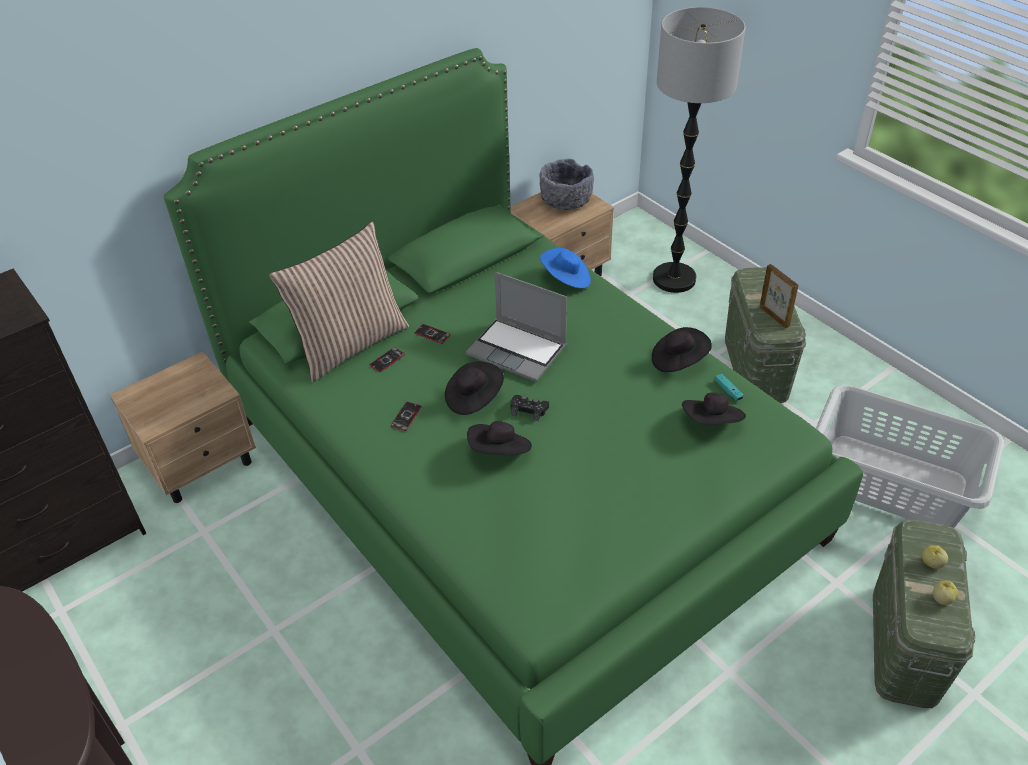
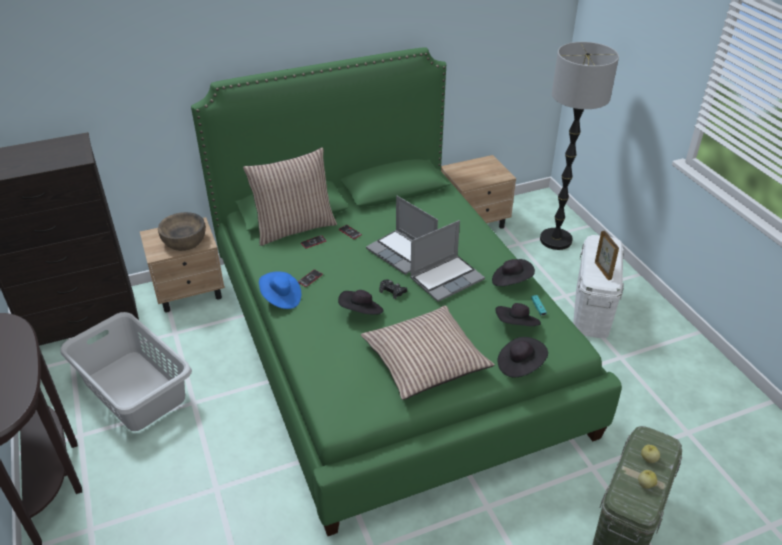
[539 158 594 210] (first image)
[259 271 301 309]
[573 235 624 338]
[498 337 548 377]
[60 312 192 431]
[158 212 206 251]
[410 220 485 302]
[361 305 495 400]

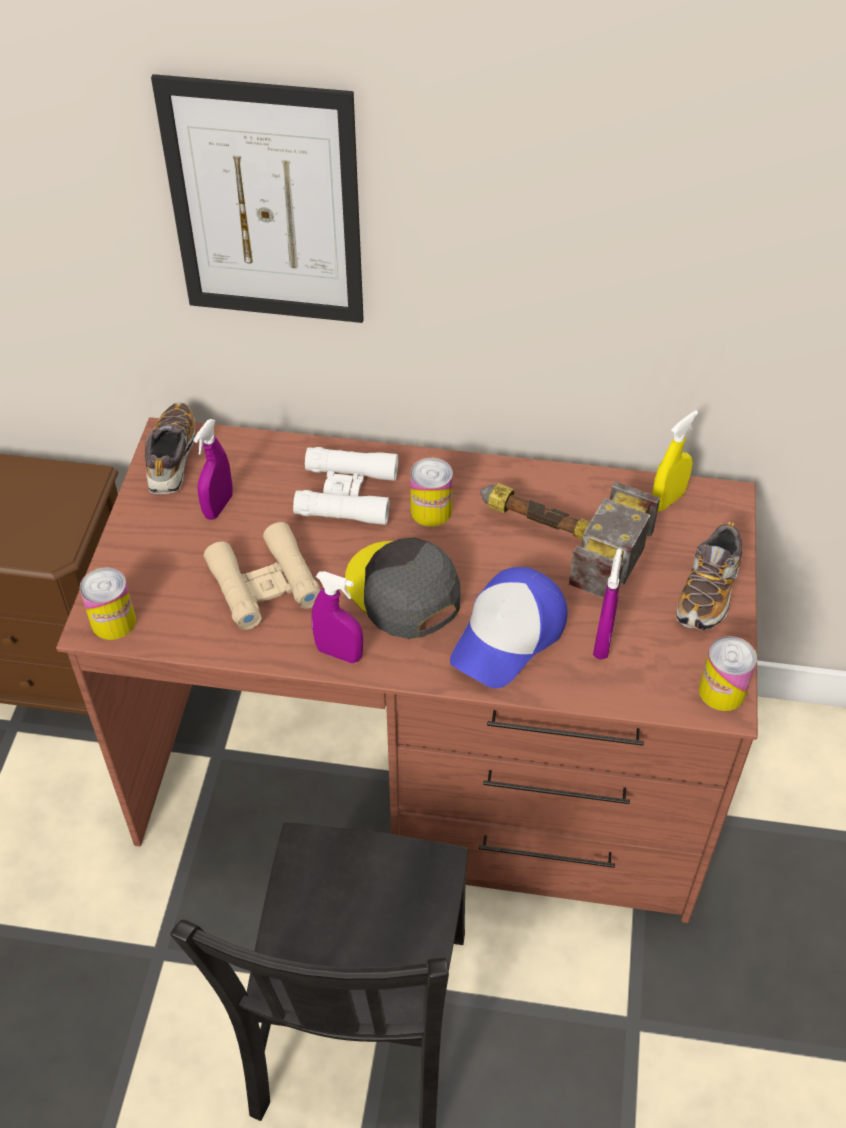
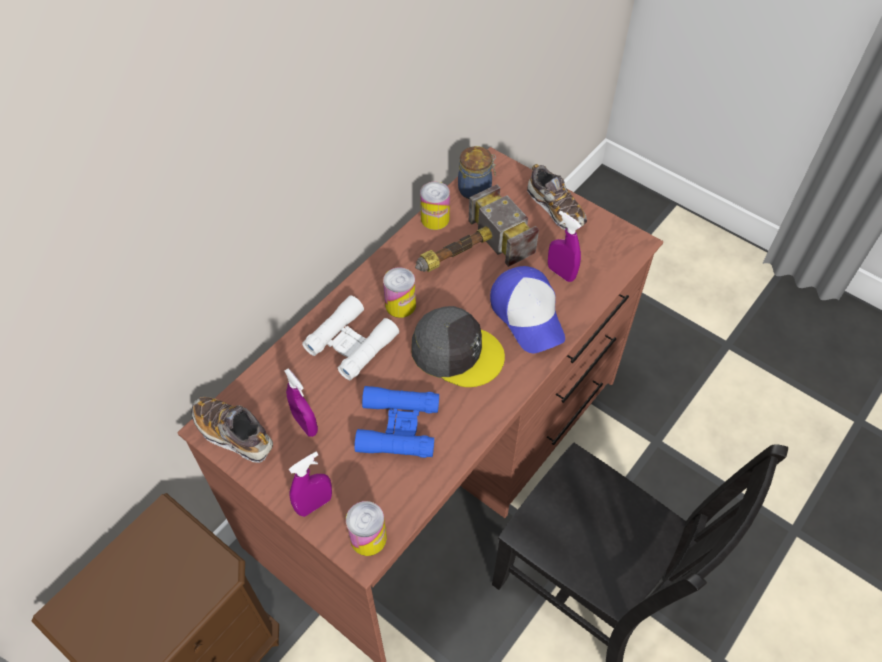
[151 74 364 323] (first image)
[458 146 496 199]
[355 386 439 458]
[411 306 505 387]
[289 452 332 517]
[420 182 450 230]

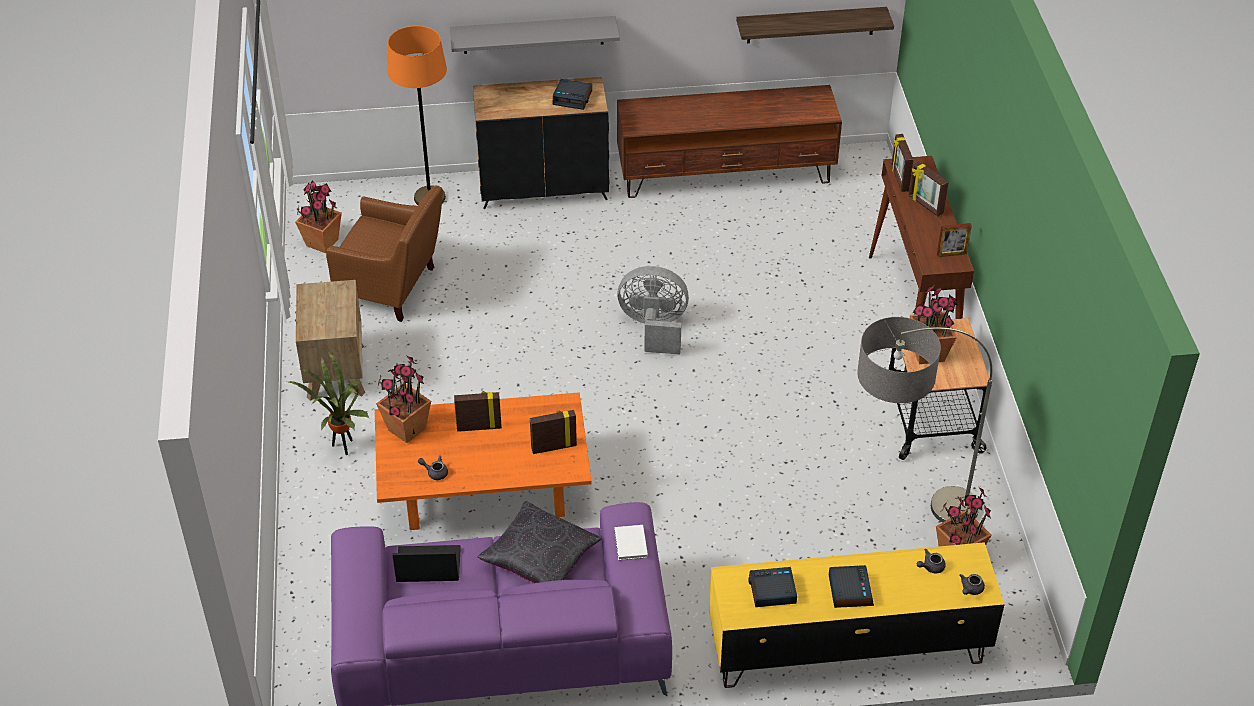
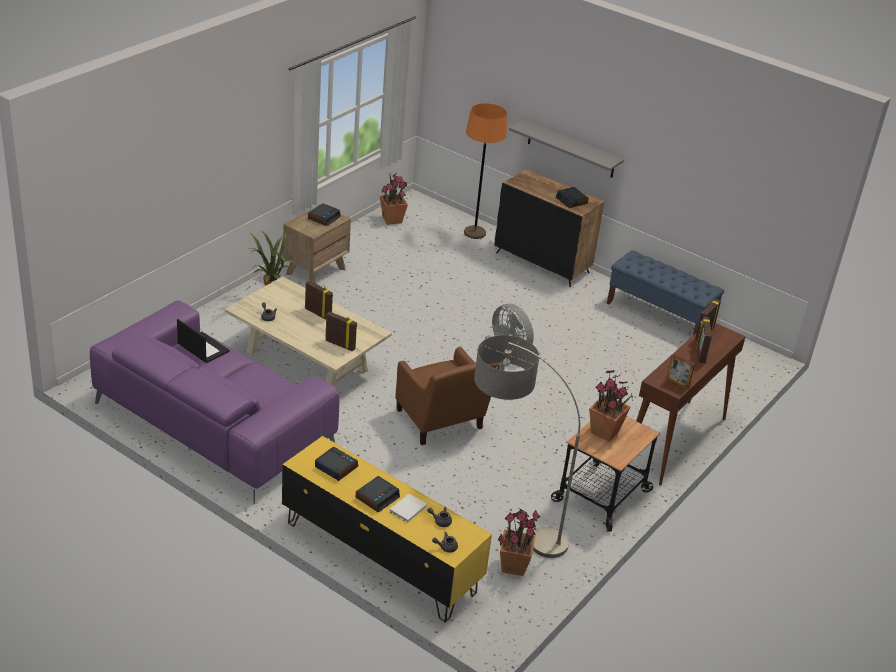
[736 7 894 43] (first image)
[607 250 724 335]
[395 347 500 445]
[376 355 431 443] (first image)
[225 276 392 386]
[478 501 602 583] (first image)
[389 494 427 523]
[308 203 341 226]

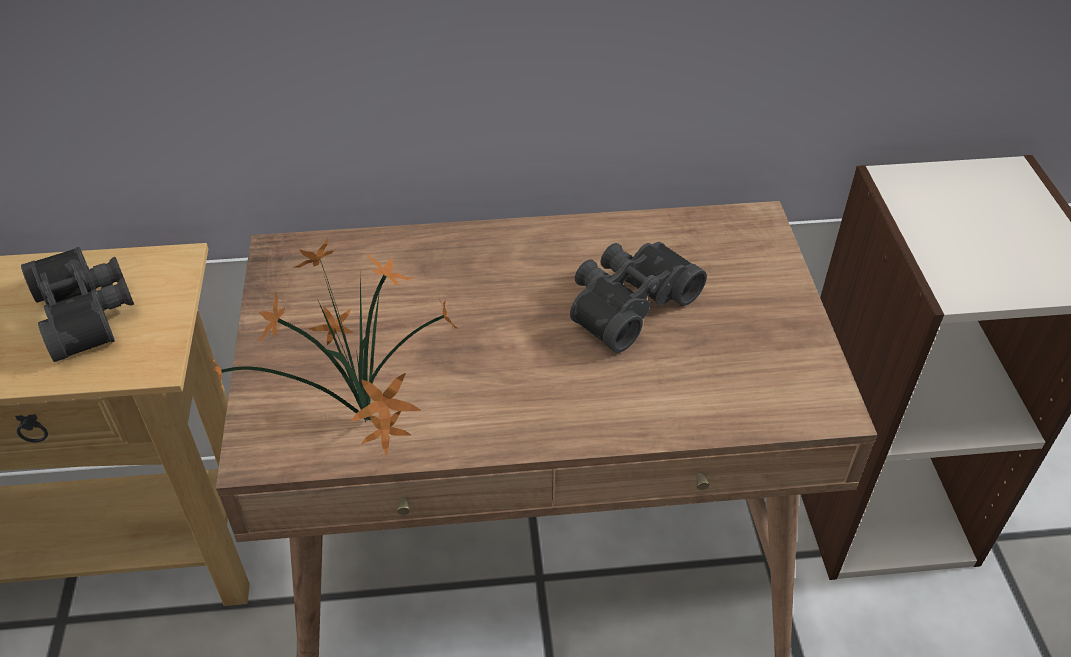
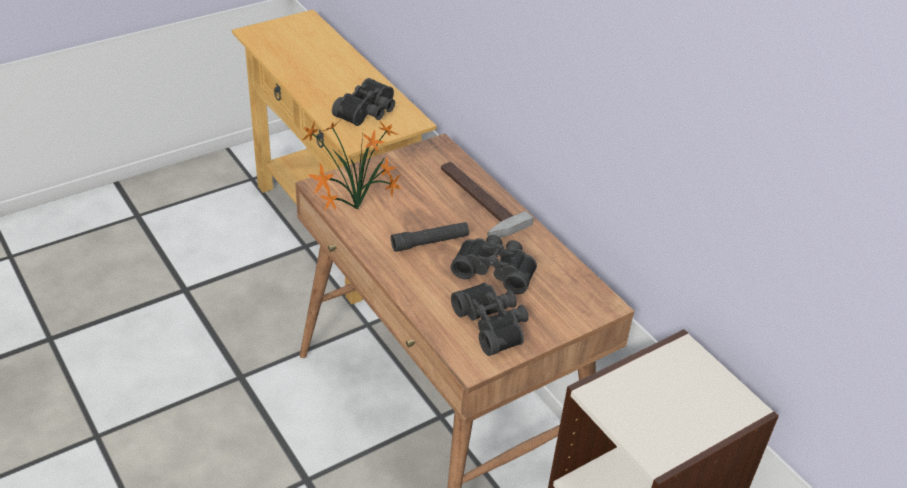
[441 162 534 238]
[391 222 469 252]
[451 283 529 356]

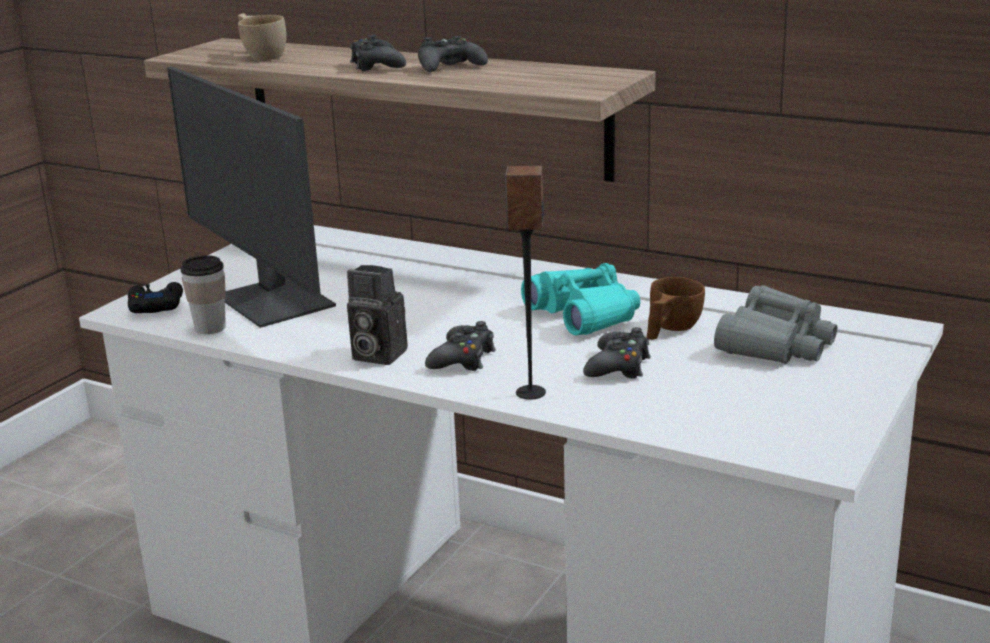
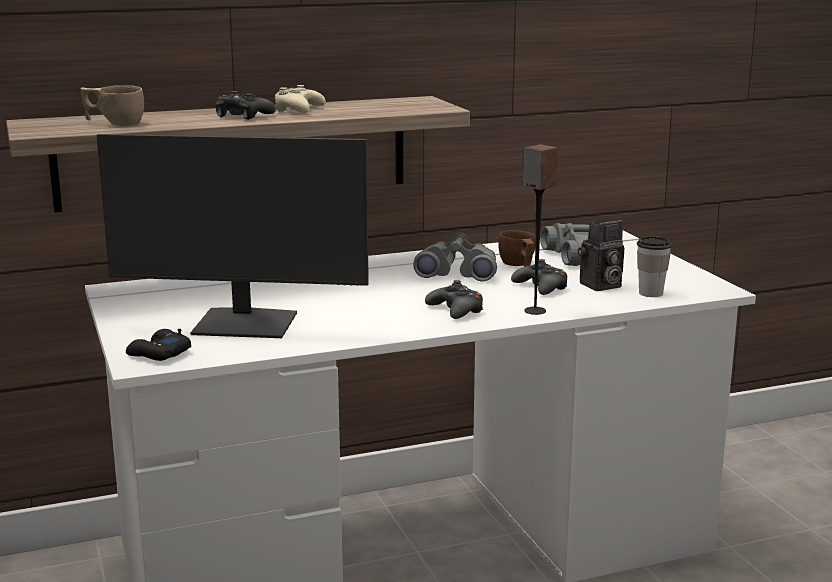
[275 85 326 113]
[637 236 672 297]
[413 233 497 282]
[578 218 624 291]

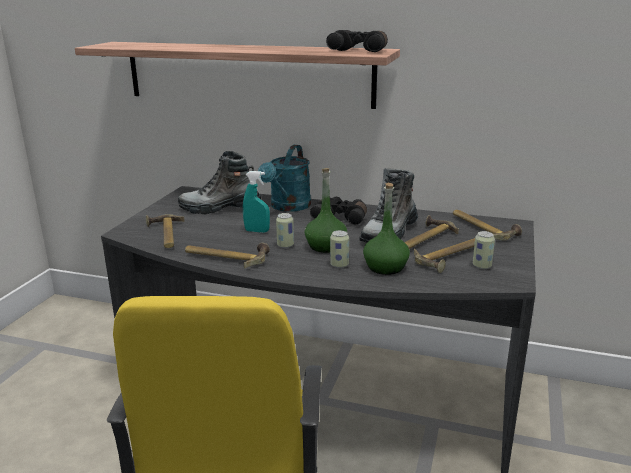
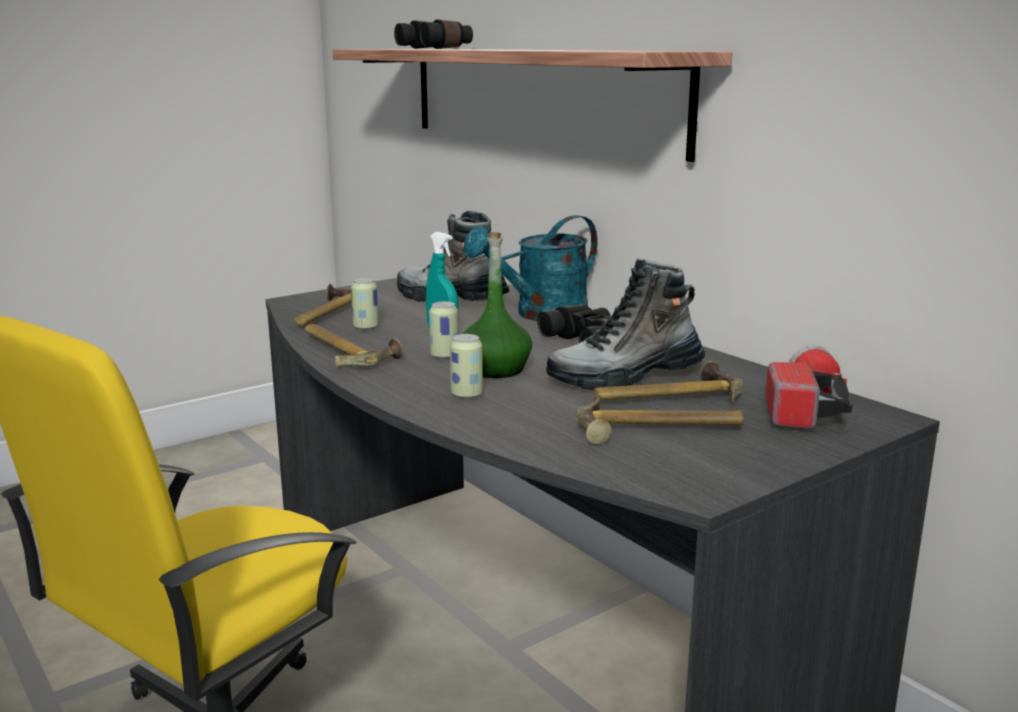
[394 19 473 49]
[363 183 410 275] (first image)
[765 345 853 430]
[351 278 379 330]

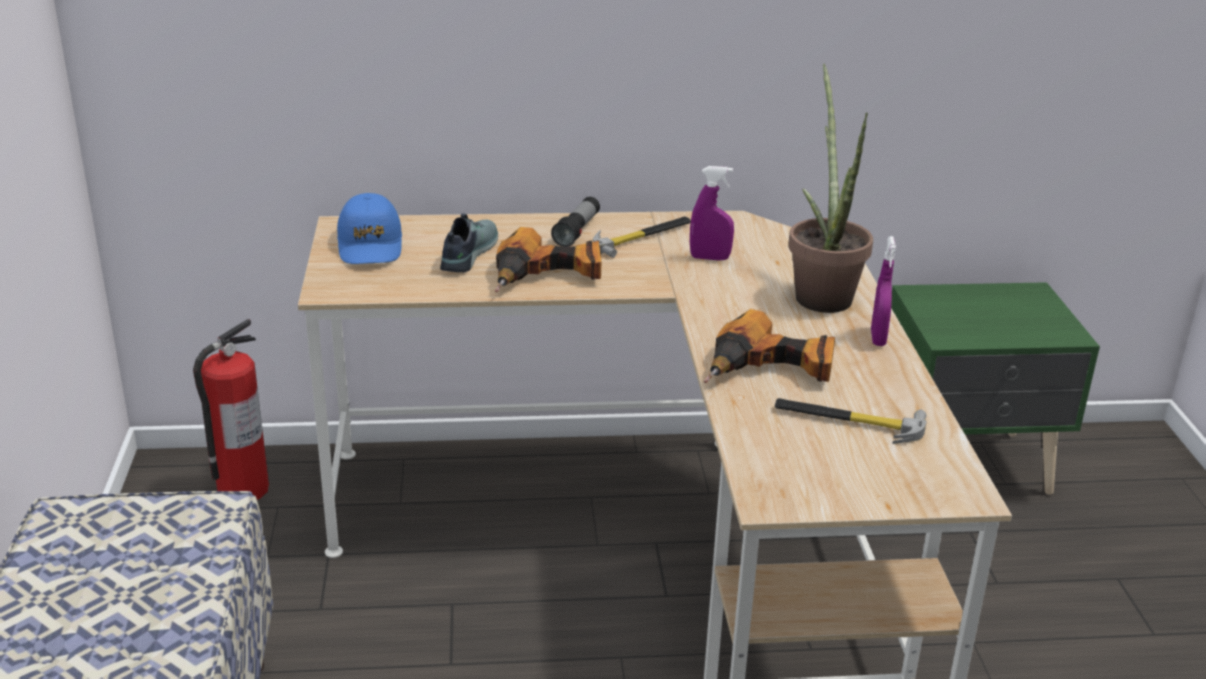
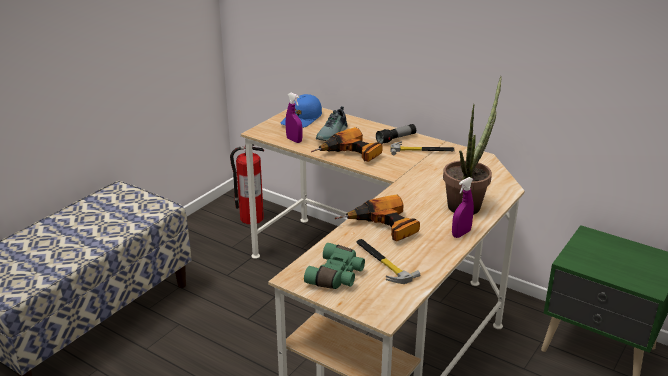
[286 93 302 143]
[316 106 348 141]
[304 243 365 289]

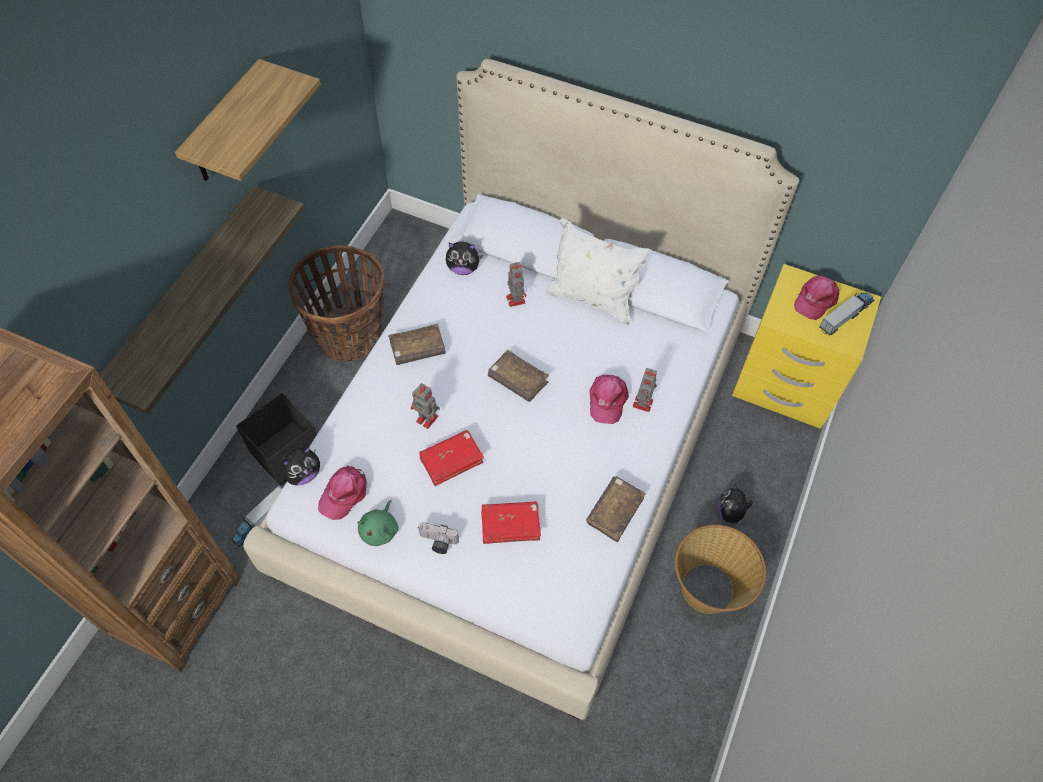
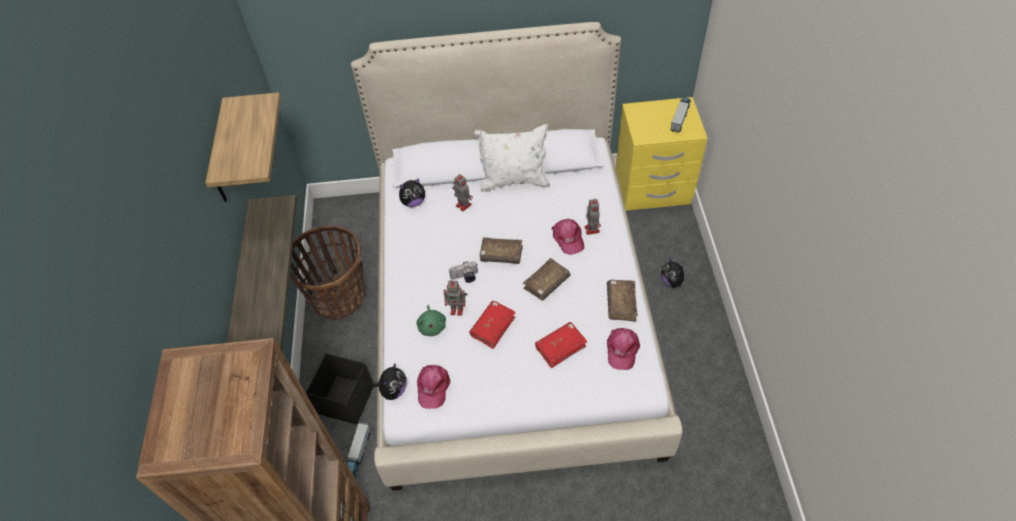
[607 328 640 370]
[523 258 570 301]
[416 305 446 336]
[449 261 478 283]
[675 525 766 614] (first image)

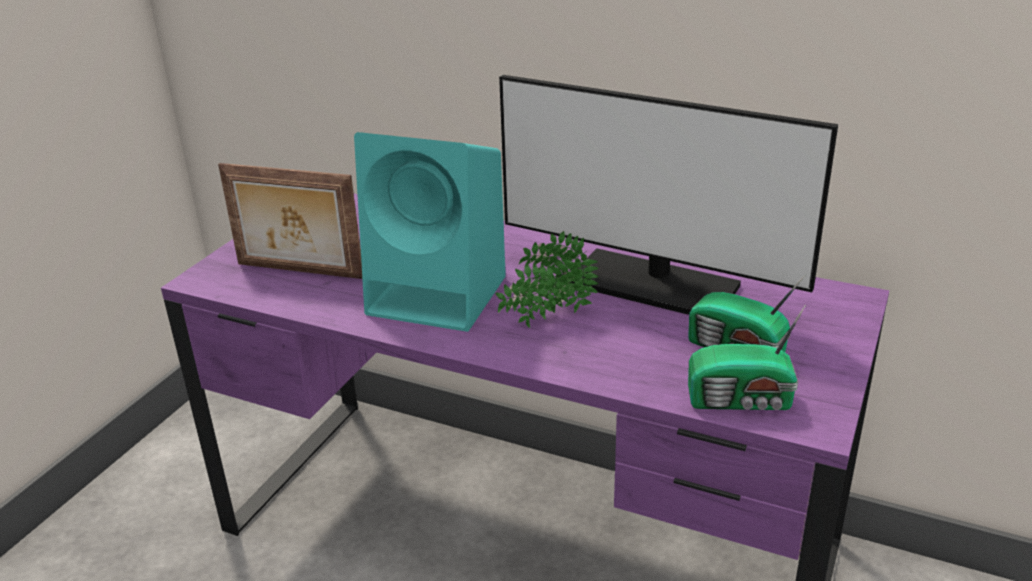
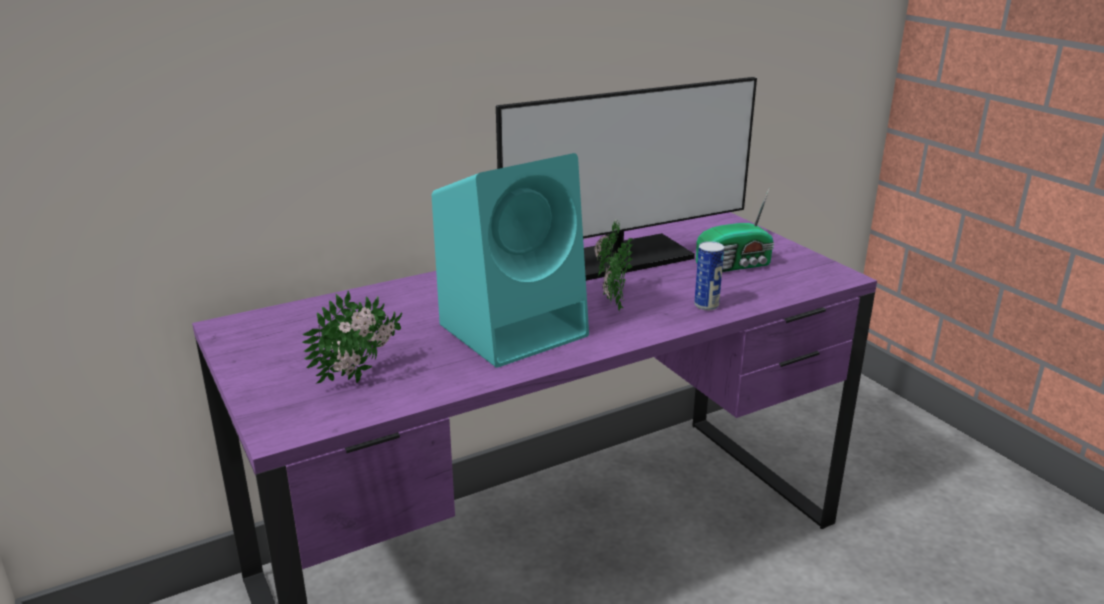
[303 290 402 384]
[688 305 806 410] (first image)
[694 241 724 310]

